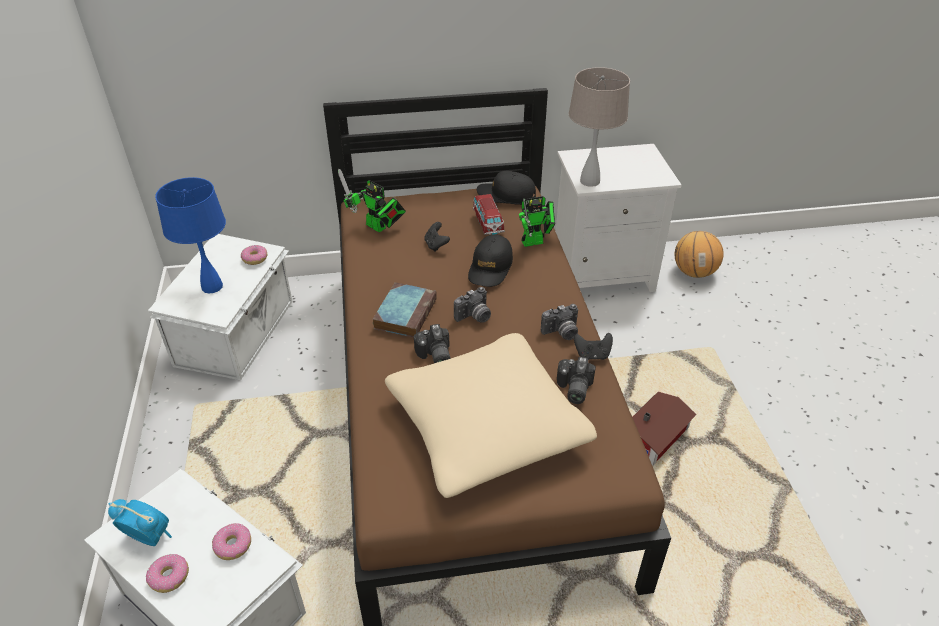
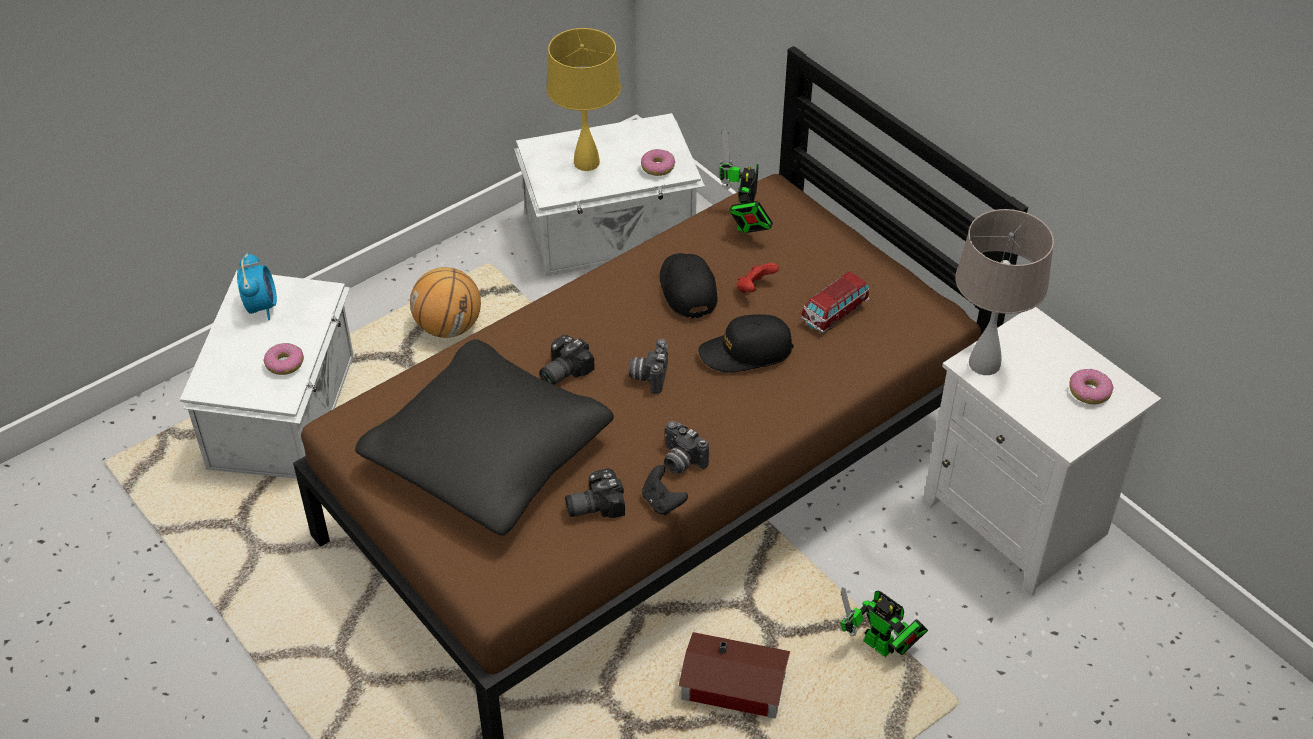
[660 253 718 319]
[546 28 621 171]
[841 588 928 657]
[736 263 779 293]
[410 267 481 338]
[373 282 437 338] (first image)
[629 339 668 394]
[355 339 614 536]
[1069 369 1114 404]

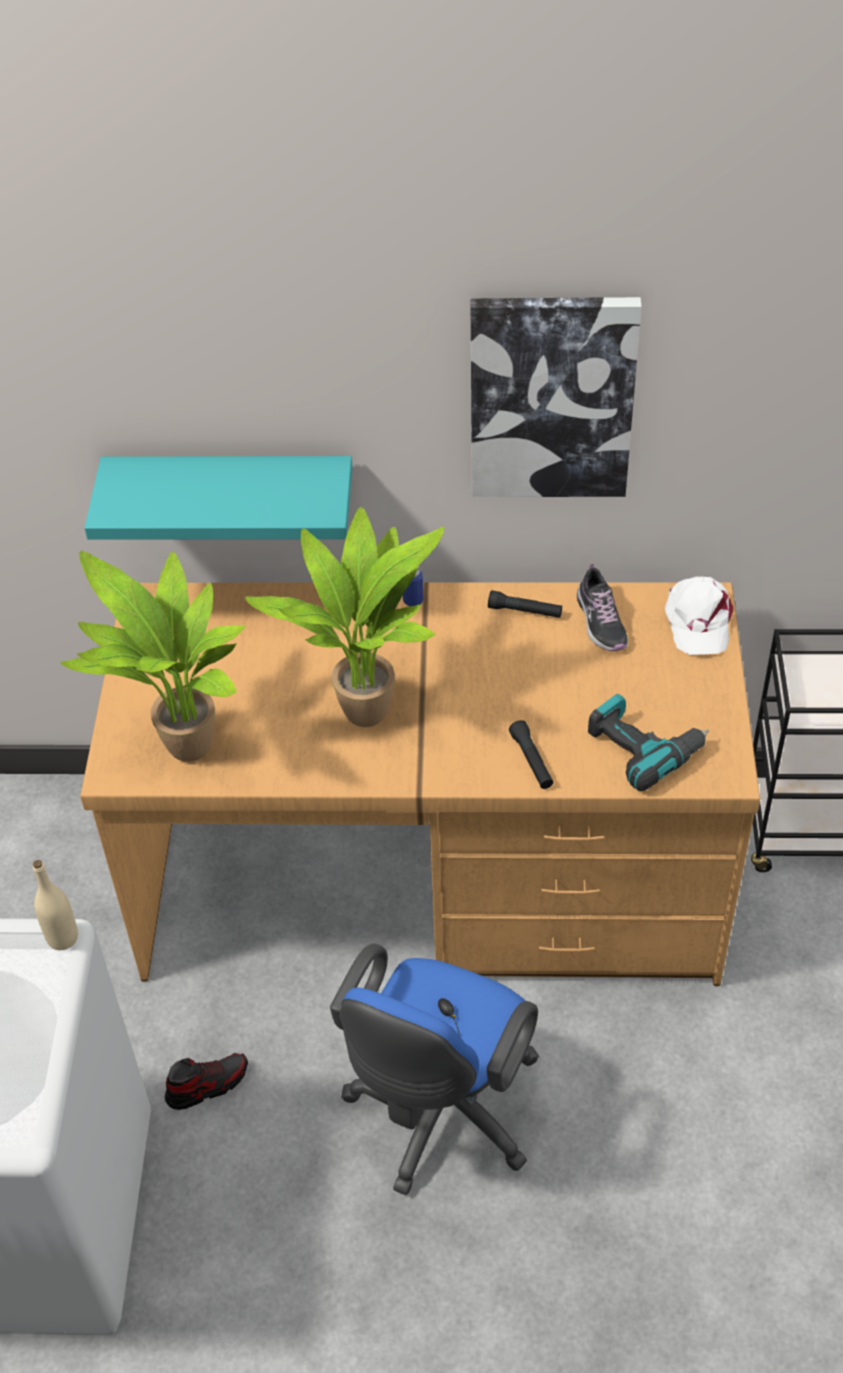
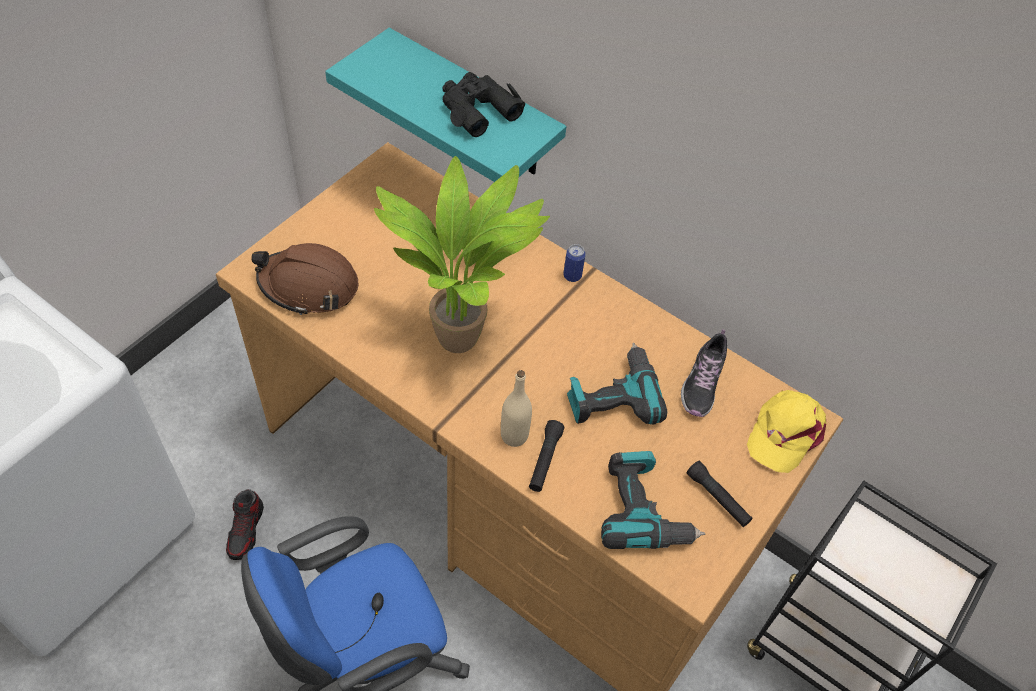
[471 297 642 497] (first image)
[251 243 359 315]
[747 390 826 473]
[687 461 752 527]
[501 370 532 447]
[226 489 264 560]
[442 72 526 137]
[567 343 667 425]

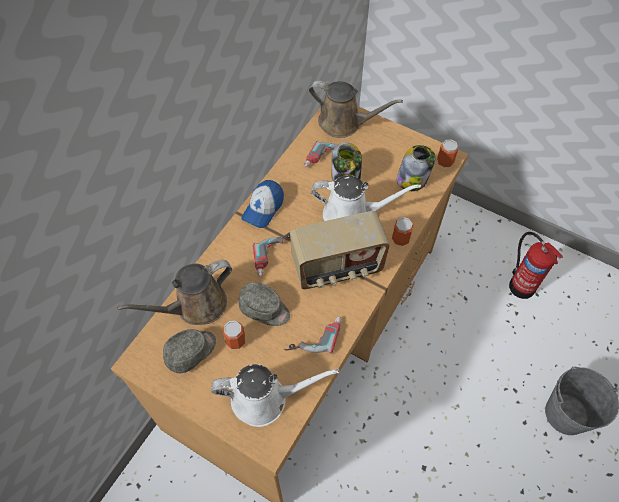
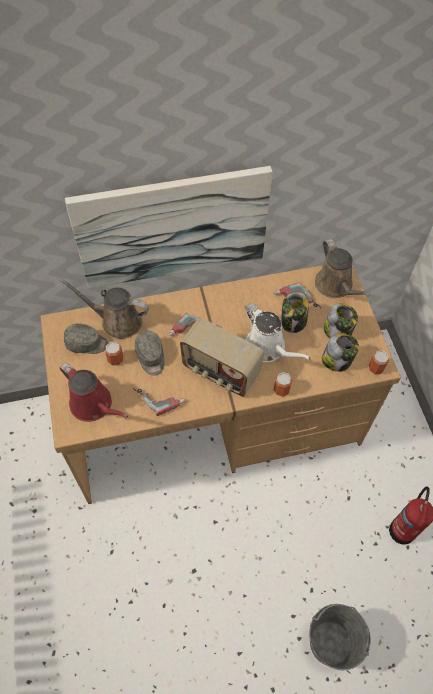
[241 180 284 228] (first image)
[59 363 128 422]
[65 166 272 289]
[324 303 358 339]

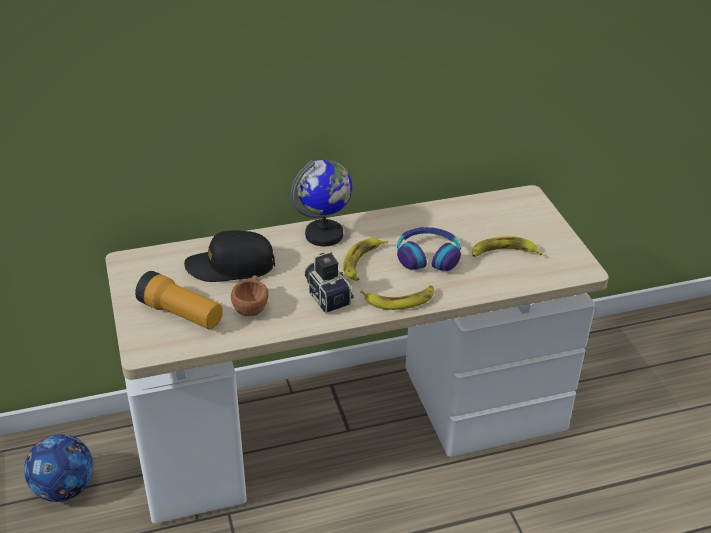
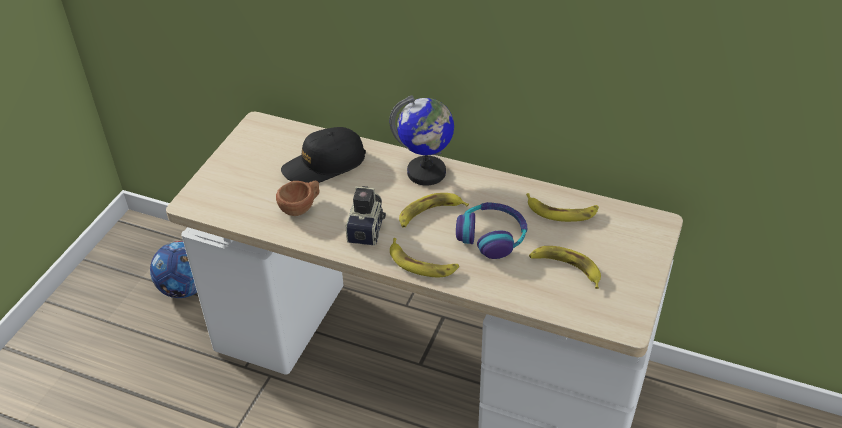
[281 127 366 183]
[135 271 223 330] (first image)
[526 193 599 222]

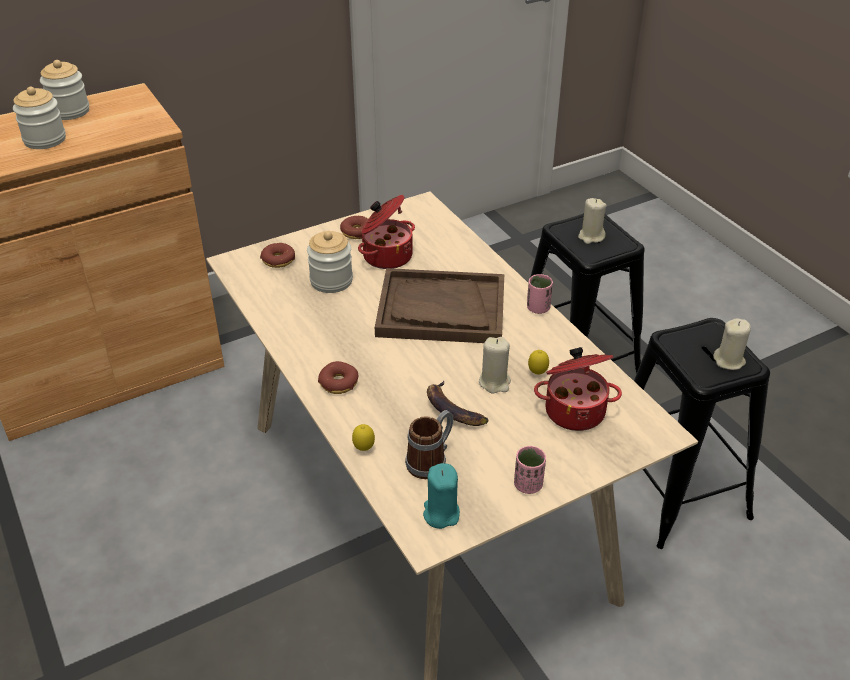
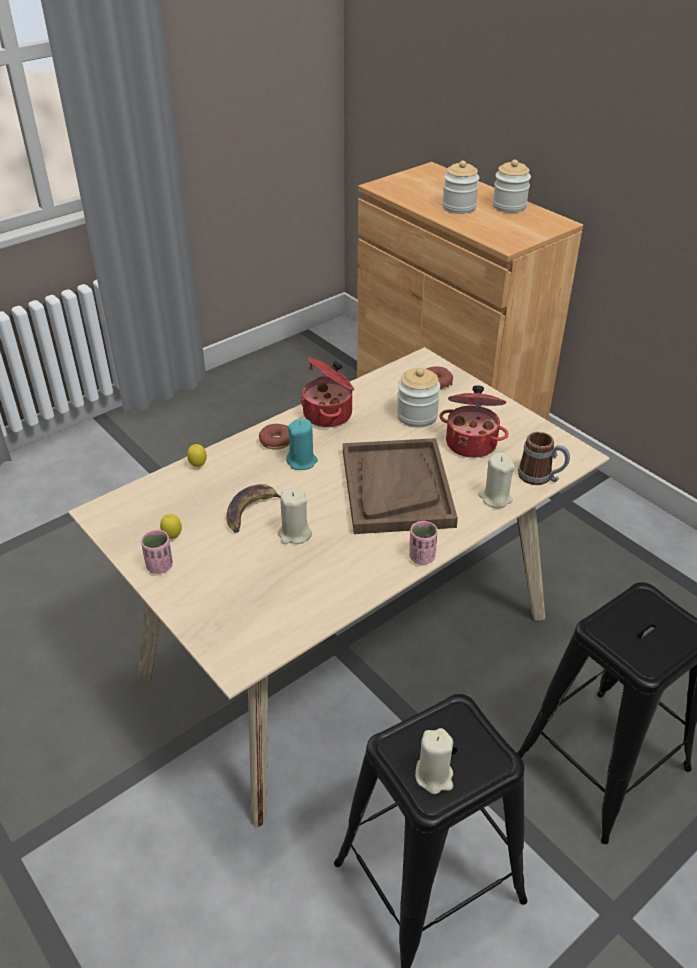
[478 453 515 508]
[340 216 368 239] (first image)
[300 357 354 427]
[160 514 182 539]
[518 432 570 485]
[286 419 318 470]

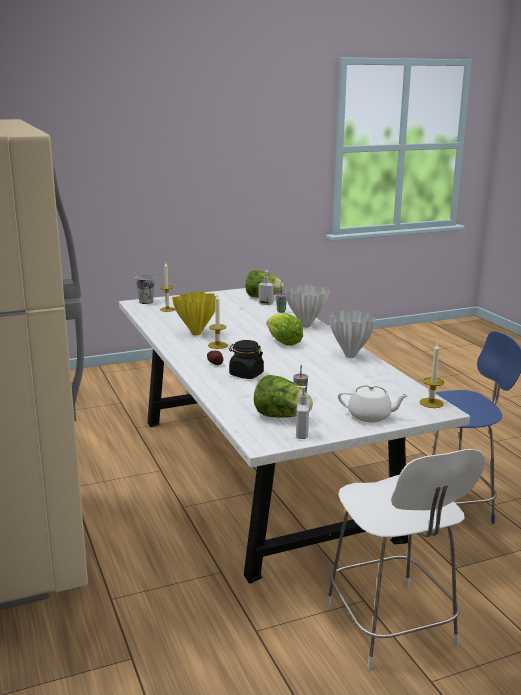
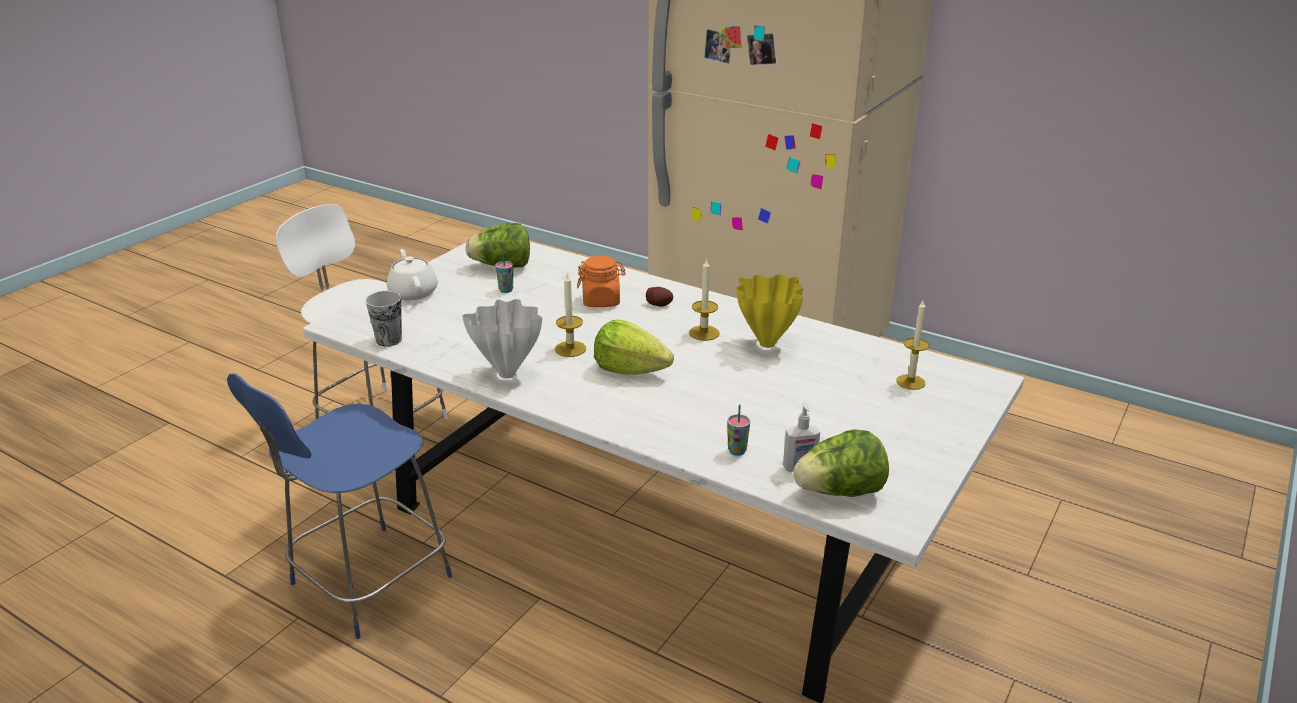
[365 291 402 346]
[285 285 330 328] (first image)
[577 256 626 307]
[555 273 586 357]
[387 249 438 300]
[296 386 309 439] (first image)

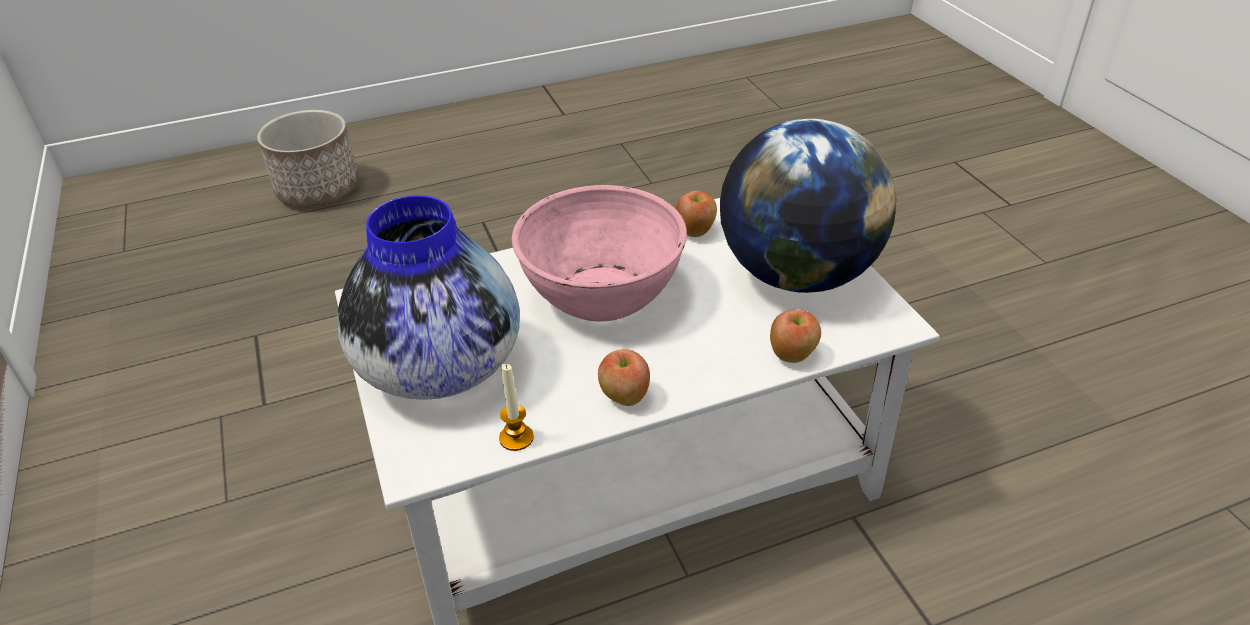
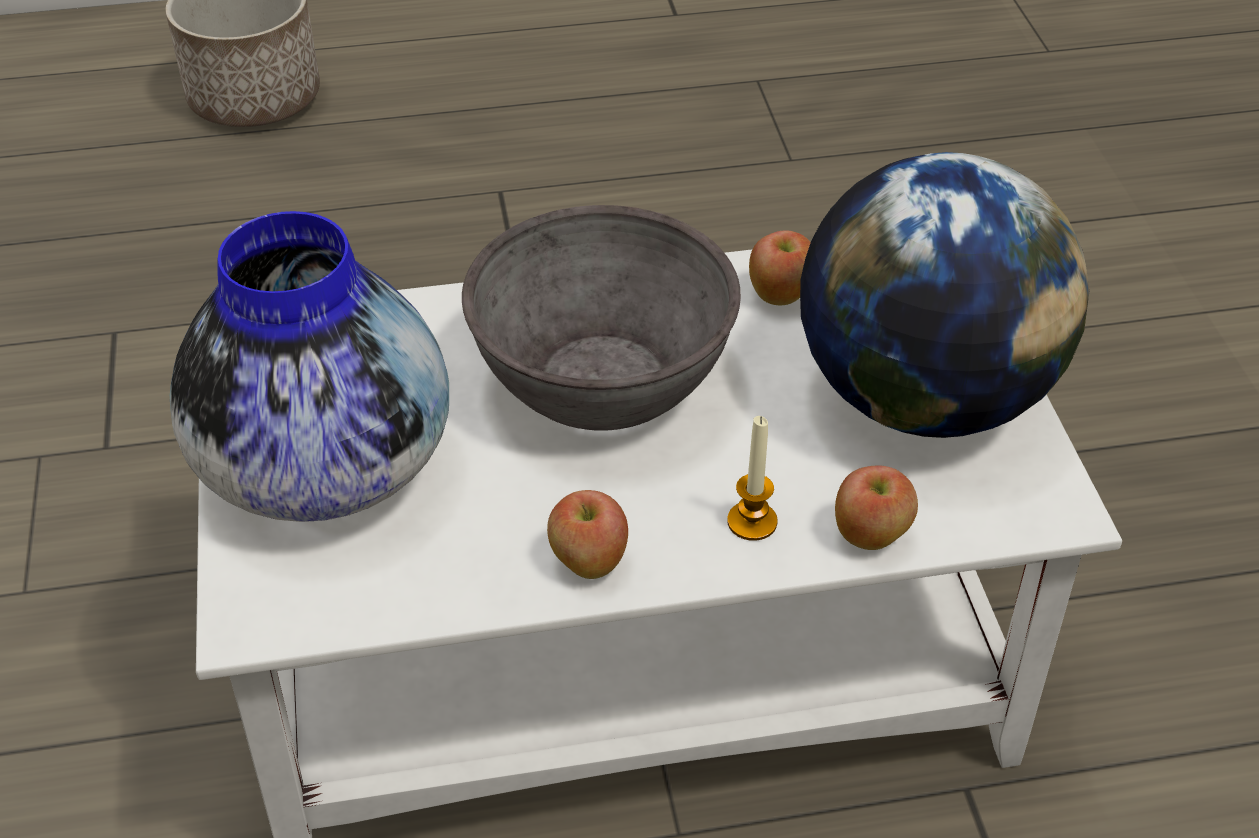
[462 205 741 431]
[727 416 778 541]

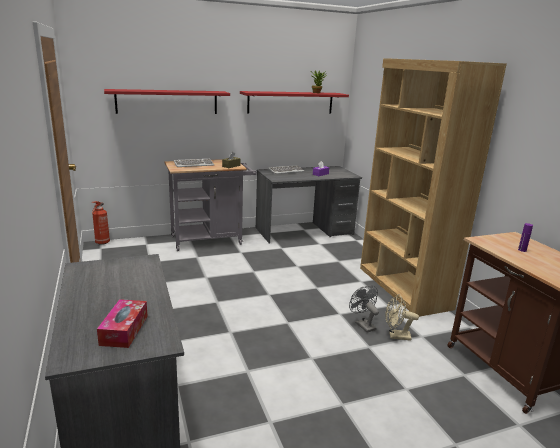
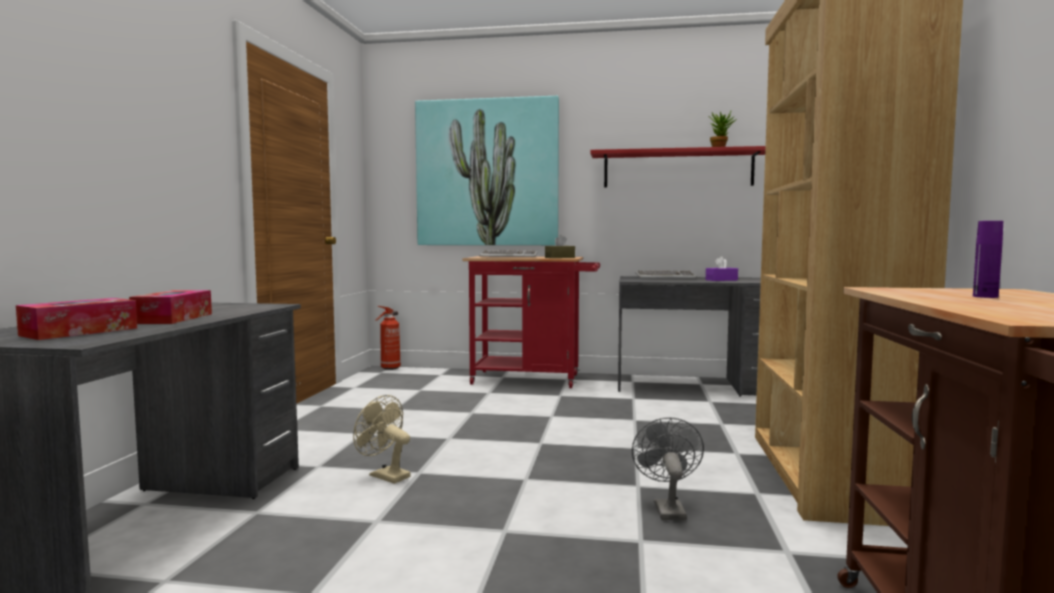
[415 96 559 246]
[462 256 600 388]
[353 395 411 484]
[129 290 212 324]

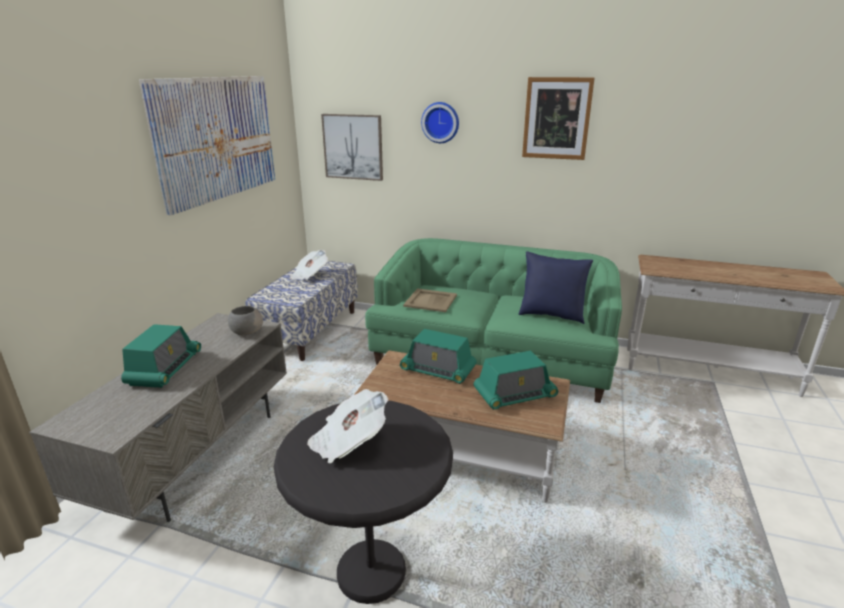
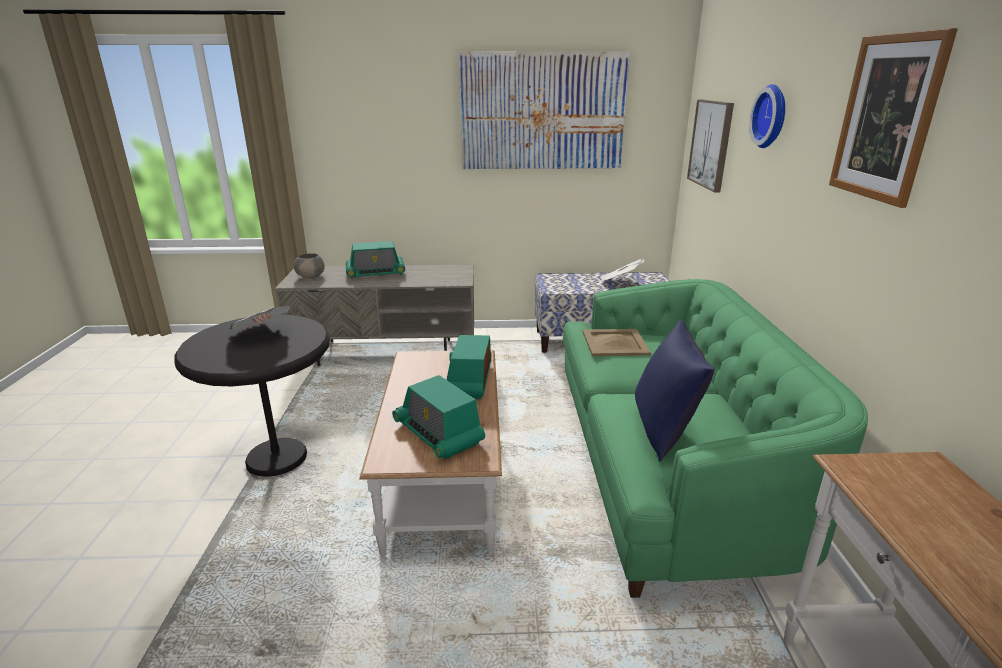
[294 253 325 278]

